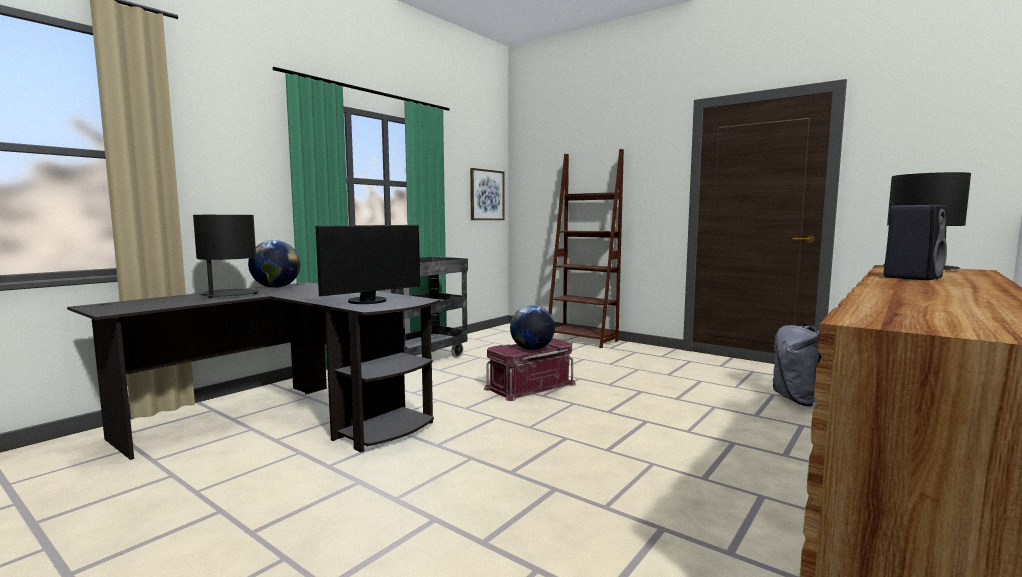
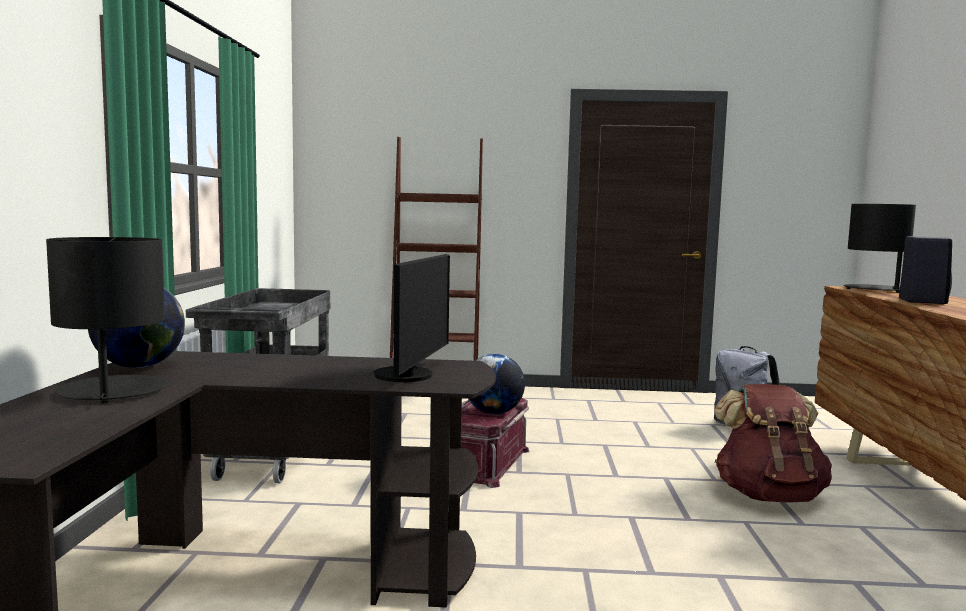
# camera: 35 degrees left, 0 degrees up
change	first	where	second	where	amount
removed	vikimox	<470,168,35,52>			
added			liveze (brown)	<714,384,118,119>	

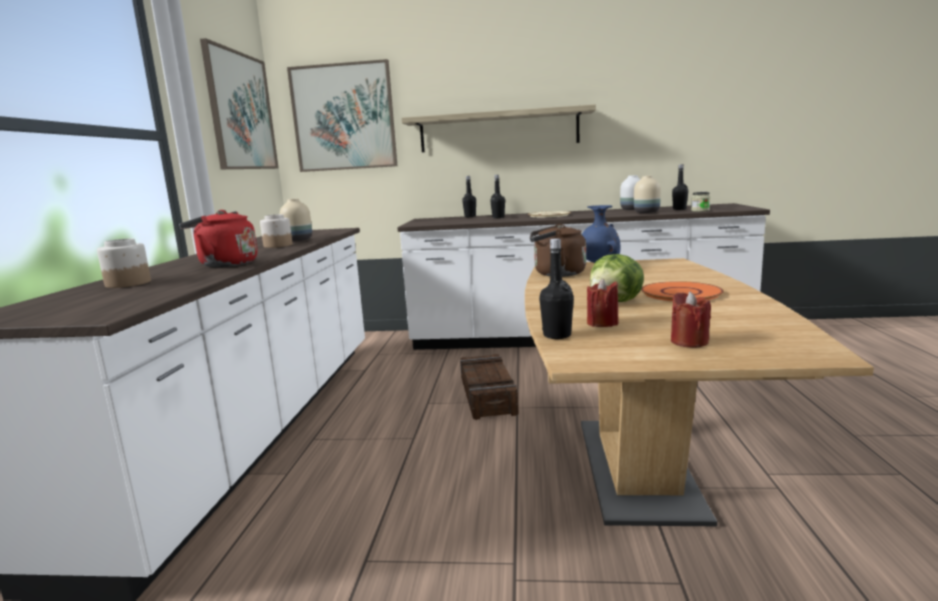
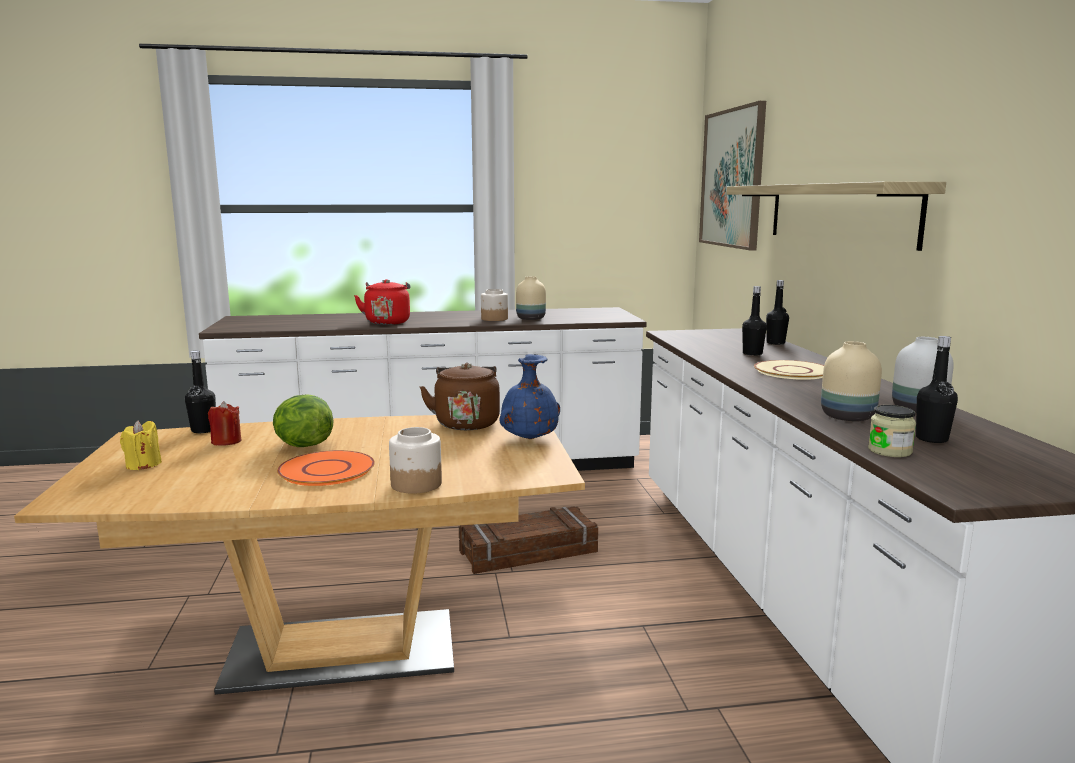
# camera: 75 degrees right, 0 degrees up
change	first	where	second	where	amount
removed	vikimox	<200,38,78,131>			
moved	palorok	<97,238,54,50>		<389,427,53,67>	
recoloured	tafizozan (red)	<671,291,40,56>	tafizozan (yellow)	<120,420,42,50>	

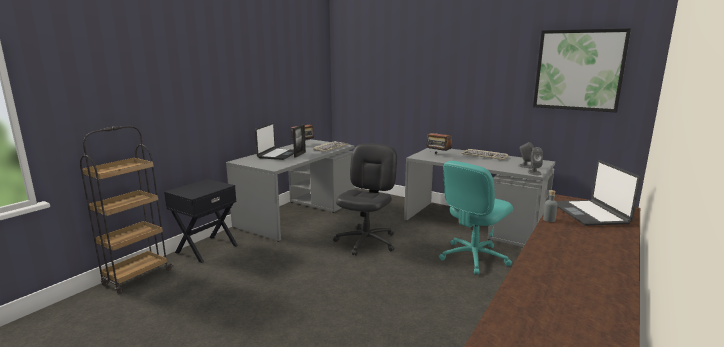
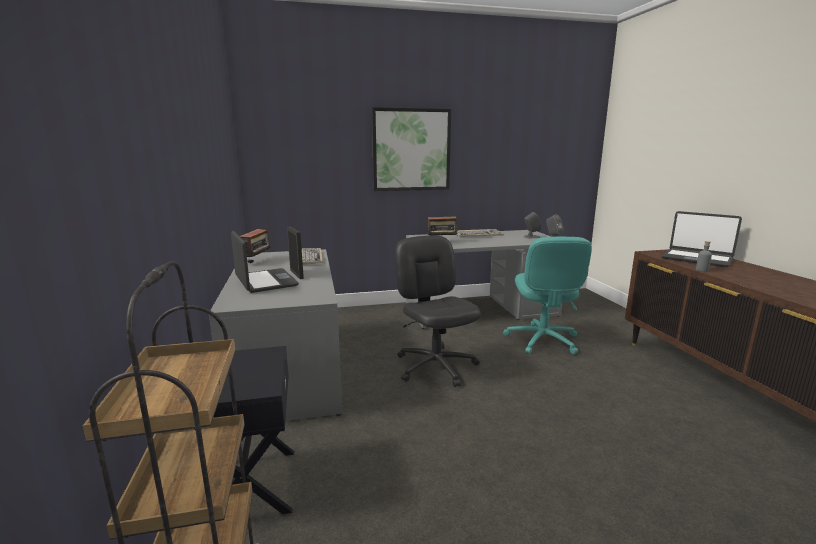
# camera: 45 degrees left, 0 degrees up
change	first	where	second	where	amount
moved	vikimox	<533,28,98,85>		<372,107,79,84>	

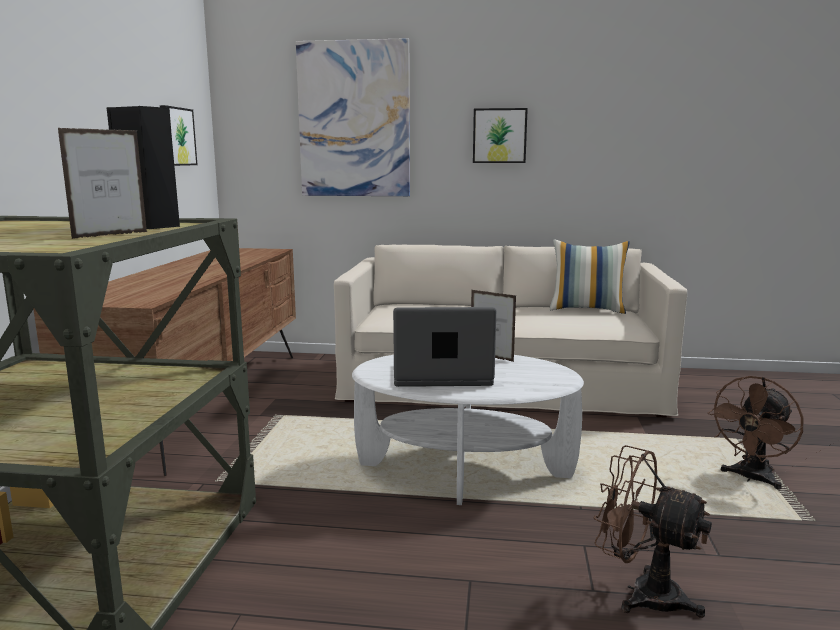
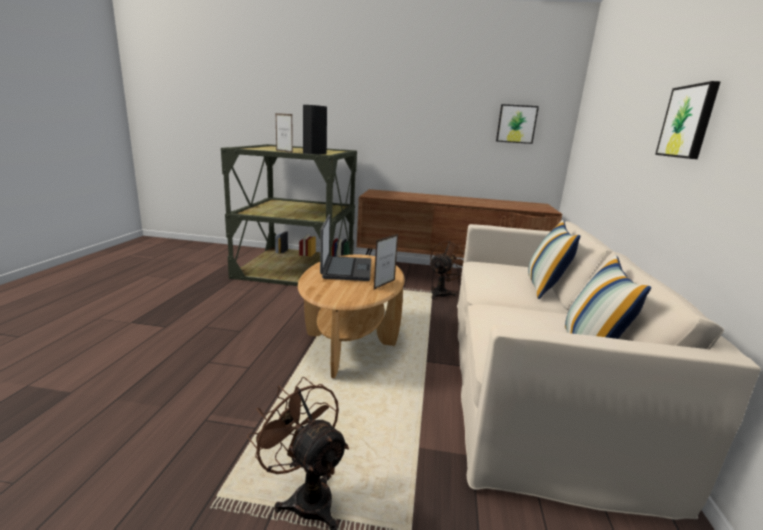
# camera: 90 degrees right, 5 degrees up
change	first	where	second	where	amount
removed	vikimox	<296,38,114,158>			
recoloured	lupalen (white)	<352,355,232,150>	lupalen (brown)	<298,255,107,124>	
moved	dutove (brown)	<594,445,118,173>		<429,240,35,59>	
added			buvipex	<528,220,52,79>	

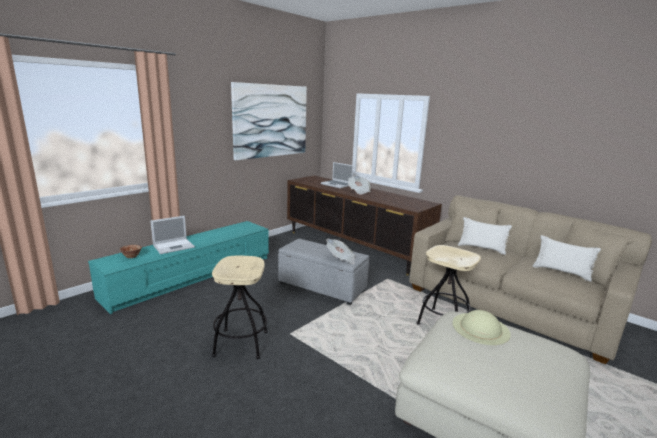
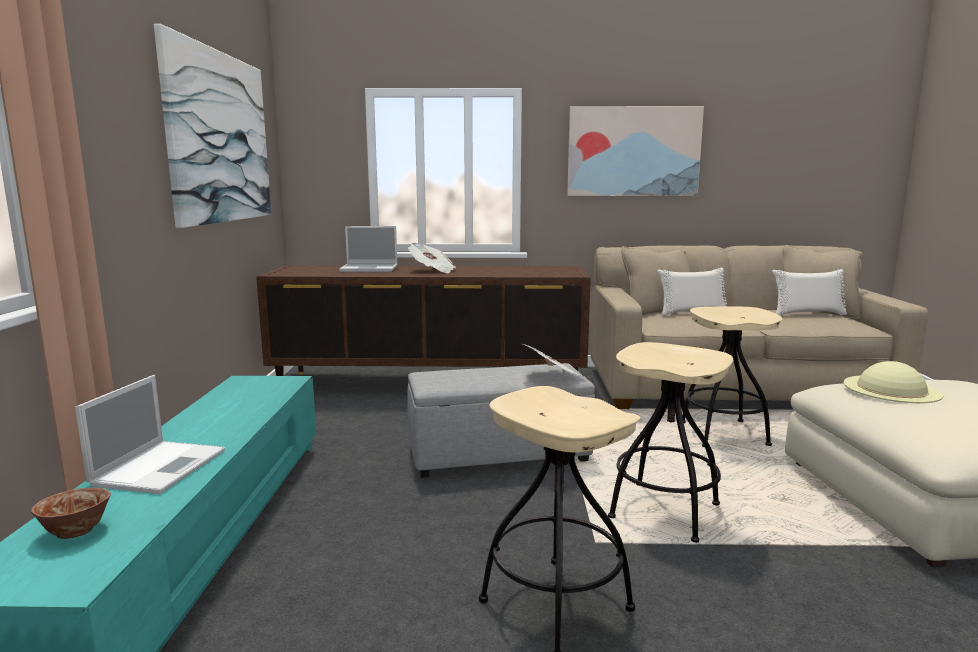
# camera: 40 degrees left, 5 degrees down
change	first	where	second	where	amount
added			vikimox	<567,106,137,90>	
added			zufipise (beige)	<608,342,125,201>	

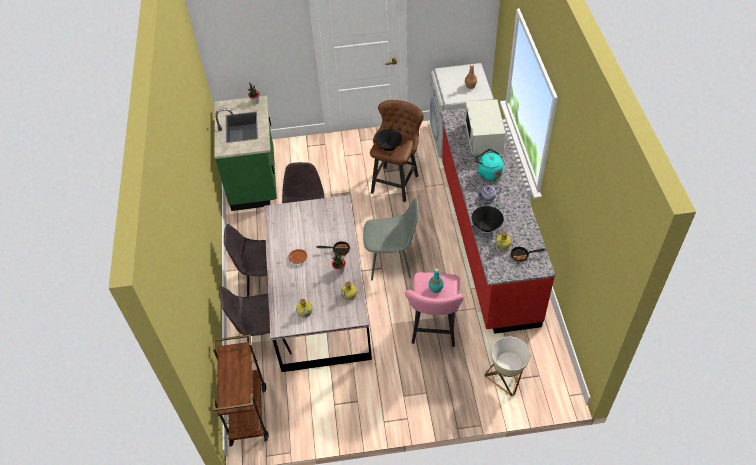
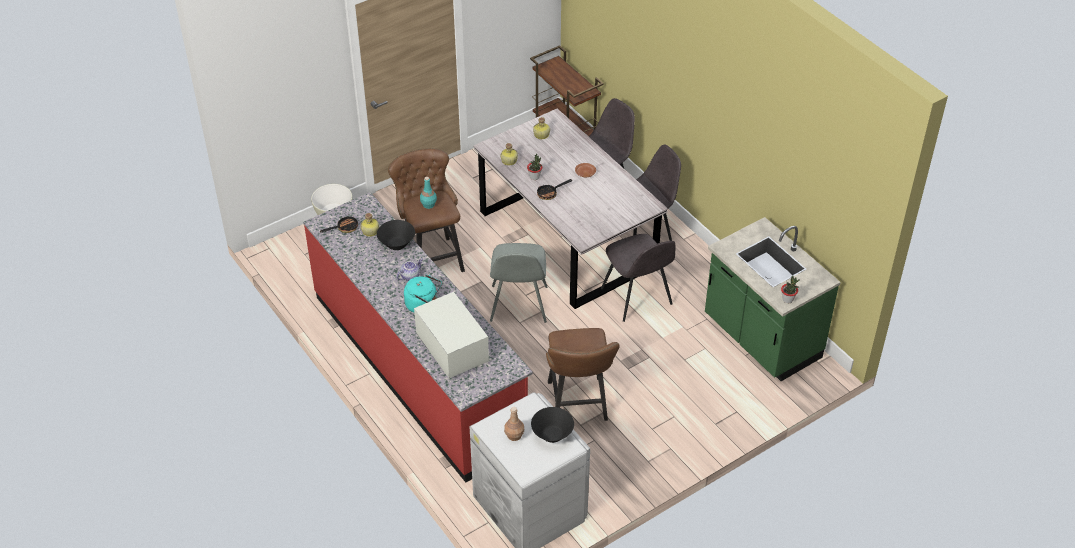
# camera: 150 degrees right, 5 degrees down
change	first	where	second	where	amount
moved	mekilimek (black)	<375,129,27,22>		<531,407,43,36>	
turned	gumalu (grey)	<363,198,55,82>		<490,243,57,80>	60 degrees counterclockwise
recoloured	zufipise (pink)	<405,272,59,75>	zufipise (brown)	<388,148,77,124>	

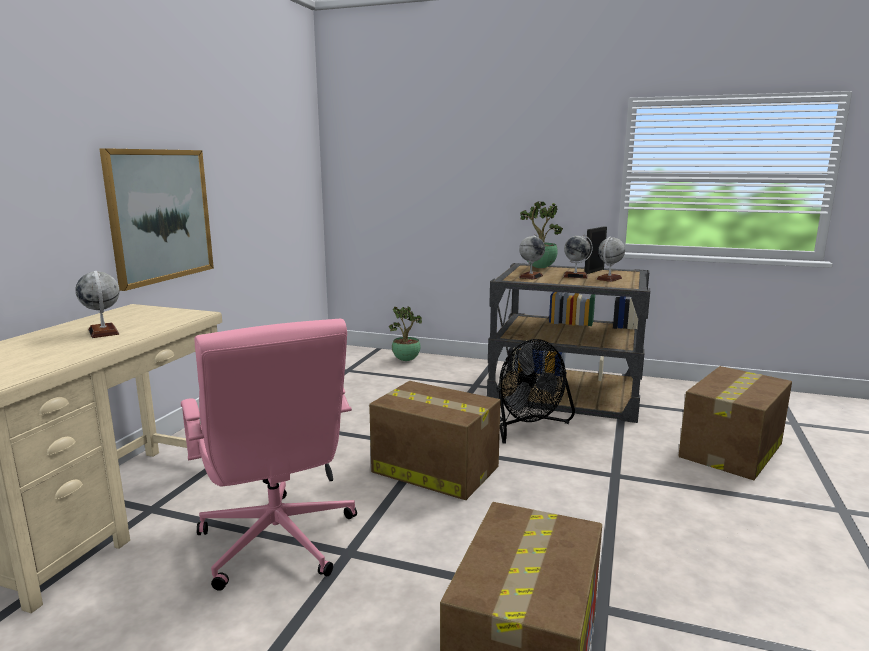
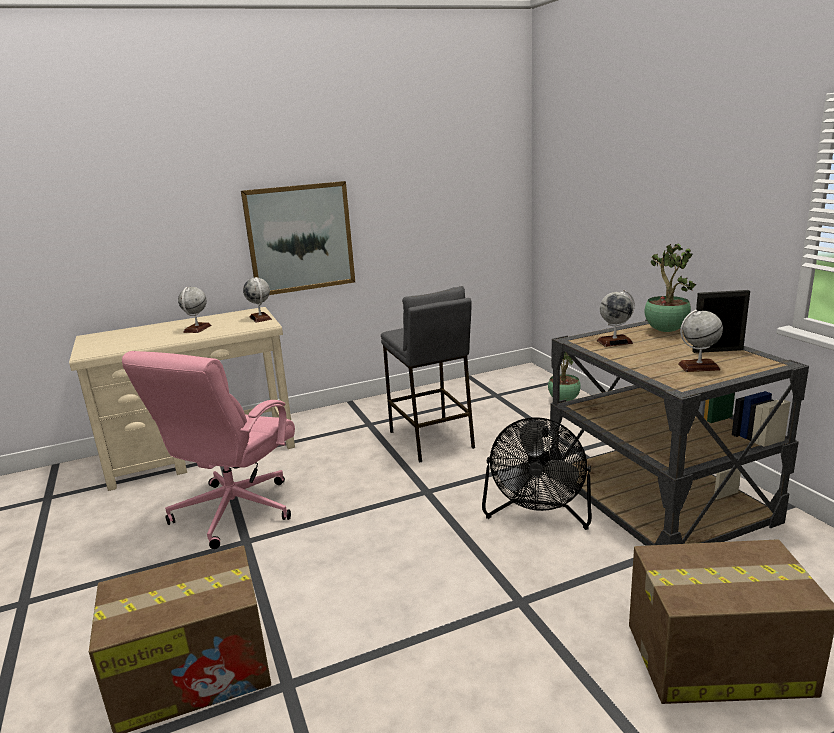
# camera: 50 degrees right, 5 degrees up
change	first	where	second	where	amount
moved	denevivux	<563,234,30,44>		<243,277,29,46>	
removed	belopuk	<369,381,132,119>			
added			zufipise (grey)	<381,286,94,176>	

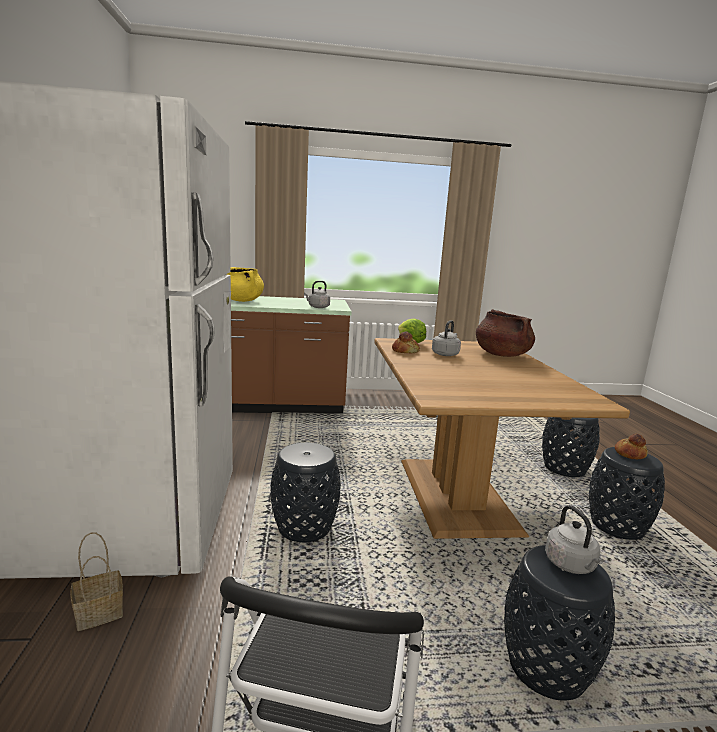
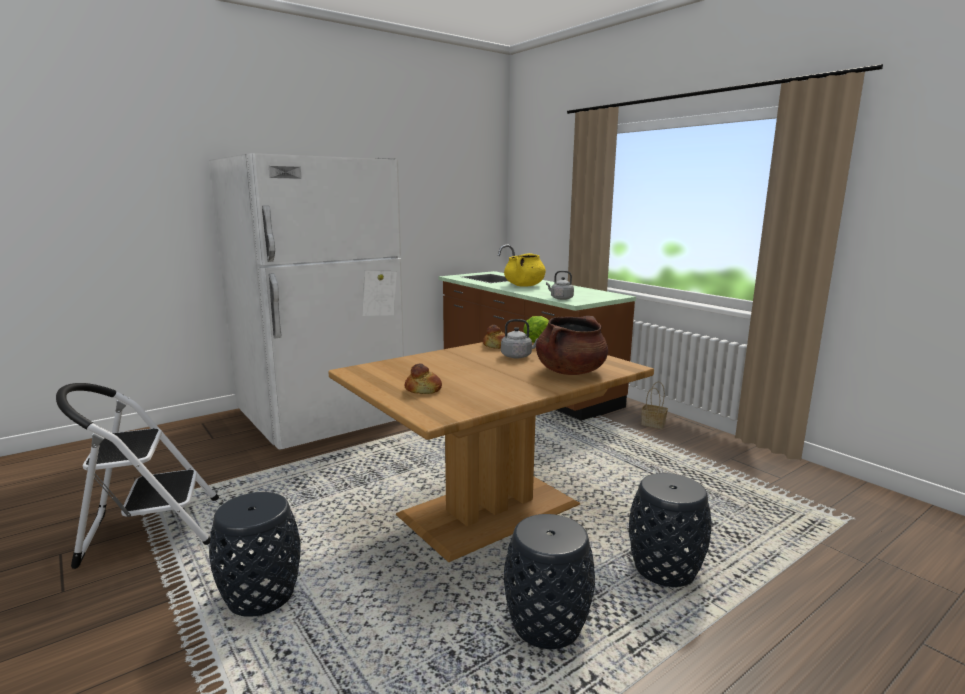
# camera: 60 degrees right, 0 degrees up
change	first	where	second	where	amount
moved	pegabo	<615,433,33,26>		<404,363,38,31>	
removed	zufipise (black)	<271,442,70,100>			
removed	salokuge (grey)	<545,505,59,69>			
moved	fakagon	<70,532,53,99>		<641,382,27,47>	

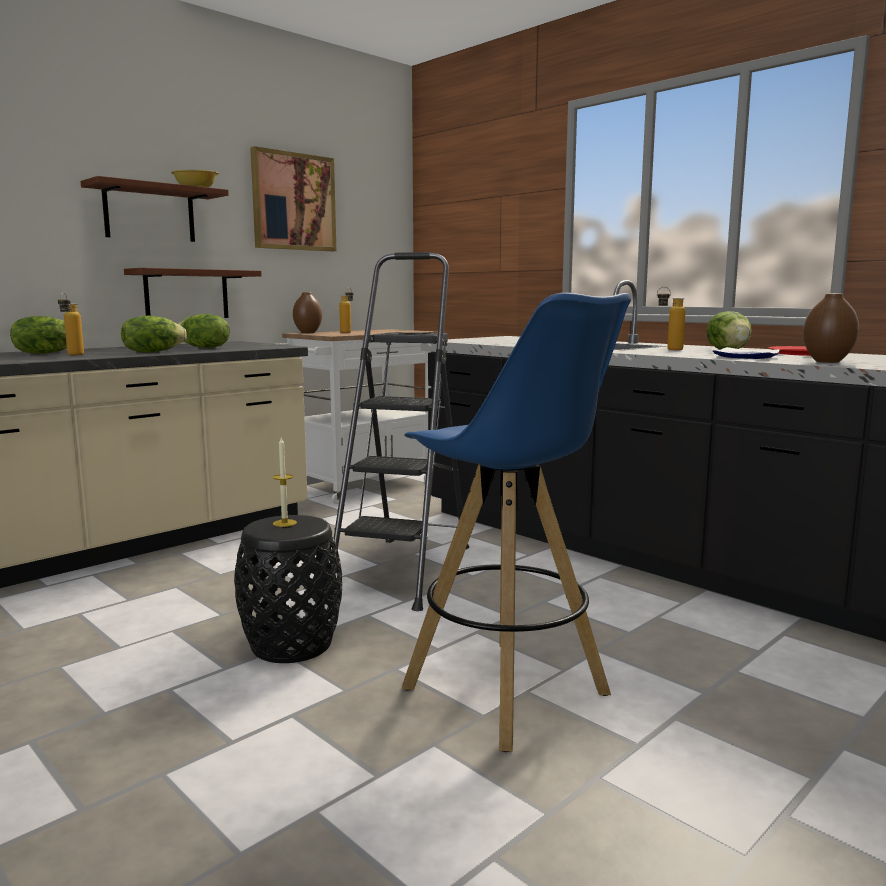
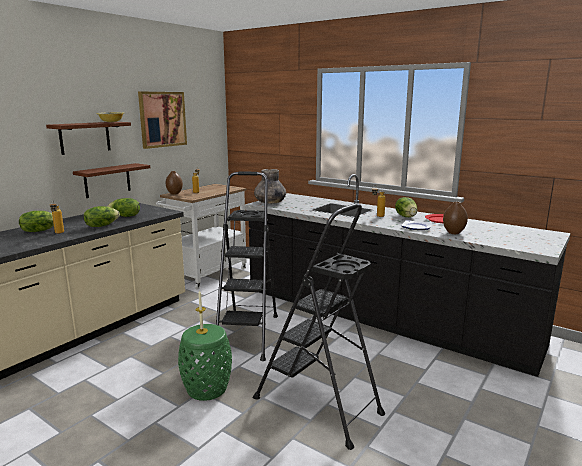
# camera: 10 degrees left, 5 degrees up
change	first	where	second	where	amount
replaced	zufipise (blue)	<402,293,229,459>	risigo	<253,203,132,247>	
recoloured	zufipise (black)	<234,515,108,148>	zufipise (green)	<178,324,54,77>	
added			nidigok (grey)	<254,169,32,35>	

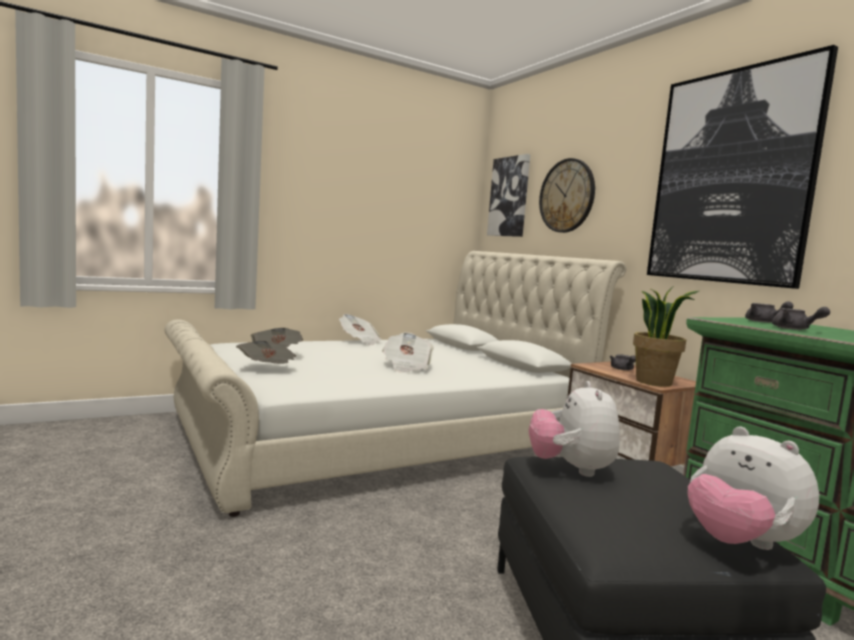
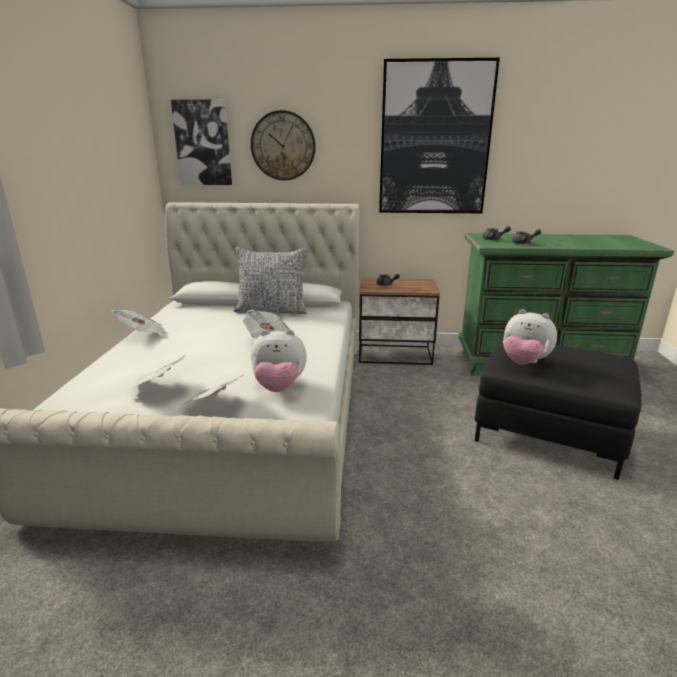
# camera: 55 degrees left, 15 degrees up
change	first	where	second	where	amount
removed	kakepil	<633,287,66,100>			
moved	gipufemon	<688,426,131,124>		<251,330,56,62>	
added			buvipex	<234,247,74,67>	

